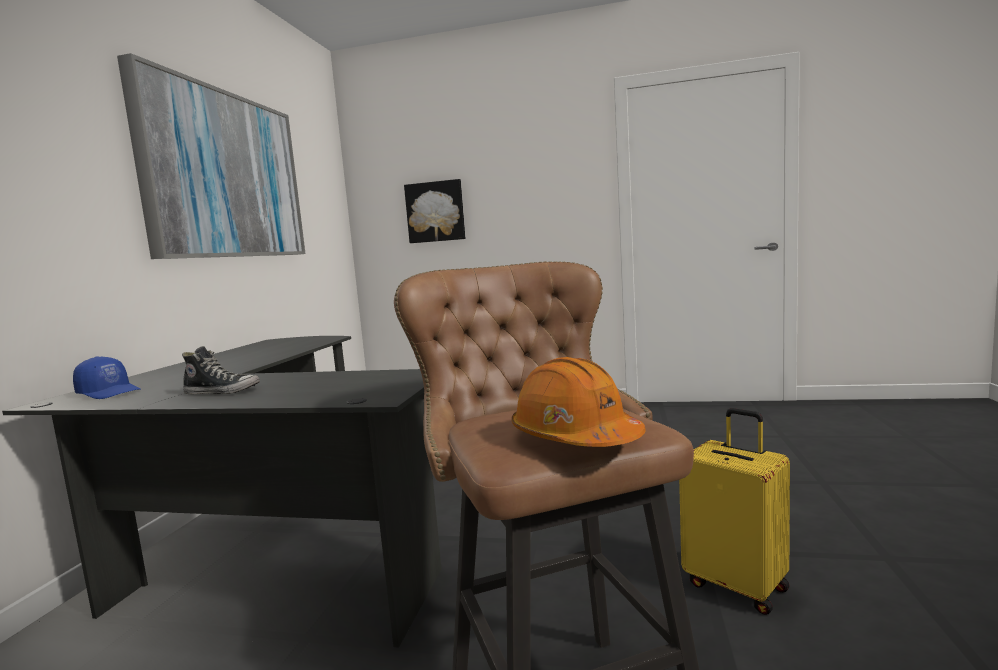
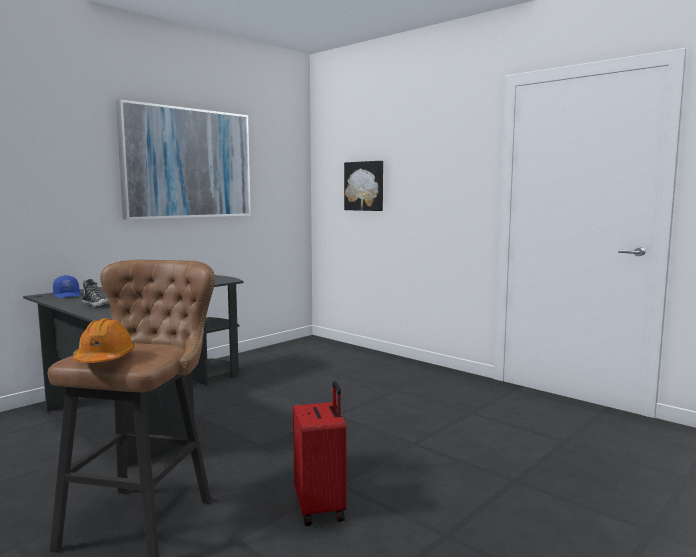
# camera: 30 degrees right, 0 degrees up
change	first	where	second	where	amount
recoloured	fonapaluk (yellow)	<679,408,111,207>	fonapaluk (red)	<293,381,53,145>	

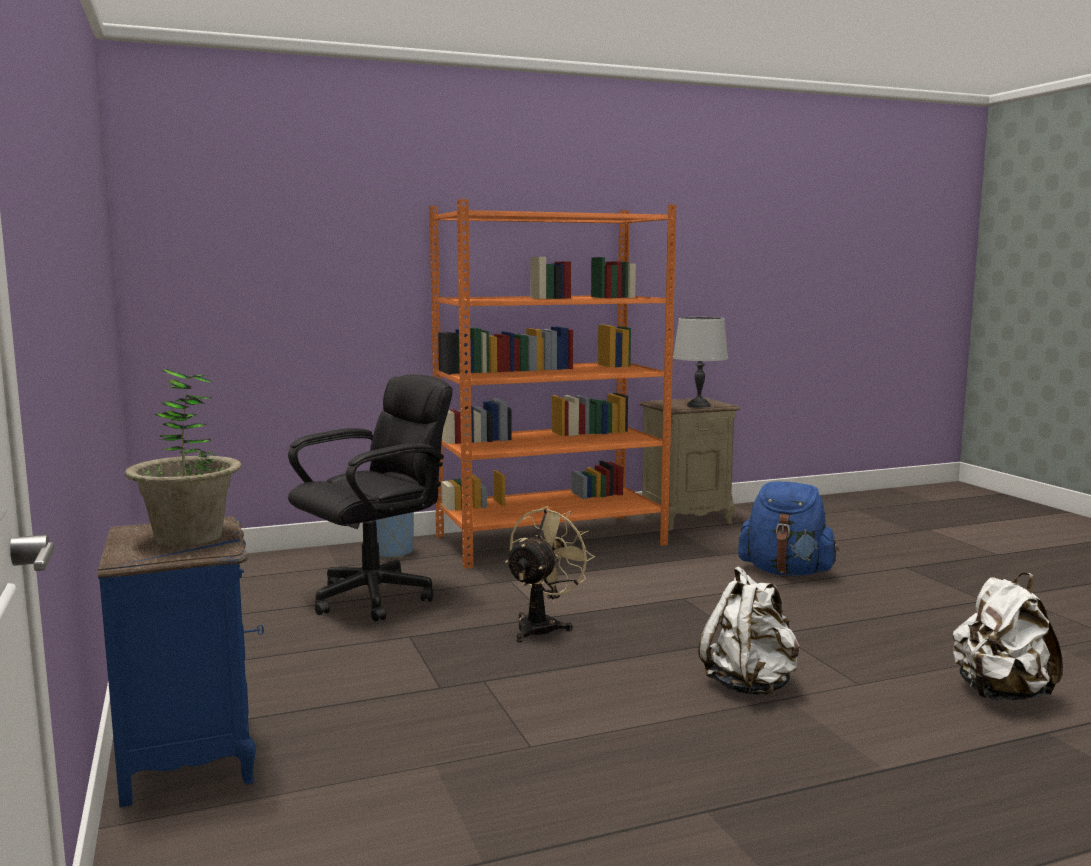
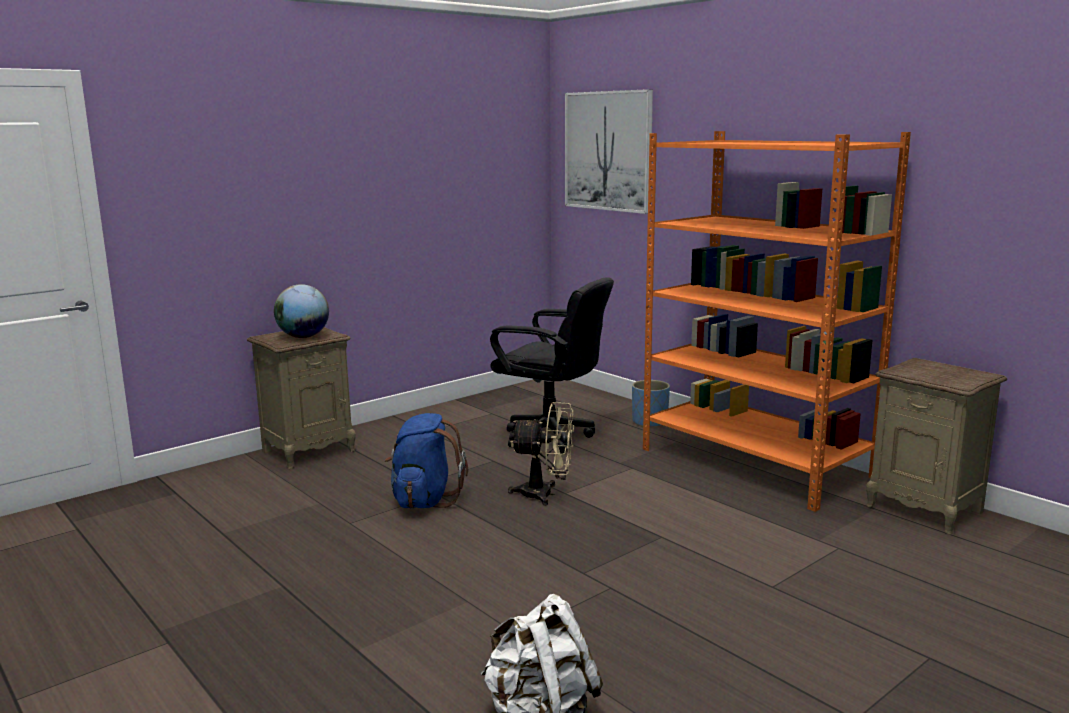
# camera: 70 degrees right, 5 degrees up
change	first	where	second	where	amount
removed	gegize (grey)	<673,317,55,91>			
replaced	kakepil	<125,369,117,177>	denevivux	<274,284,55,54>	
moved	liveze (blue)	<738,481,101,94>		<385,413,83,95>	
recoloured	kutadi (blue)	<98,517,166,290>	kutadi (beige)	<247,327,109,142>	
removed	liveze (white)	<698,566,102,129>			
added			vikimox	<565,89,88,125>	

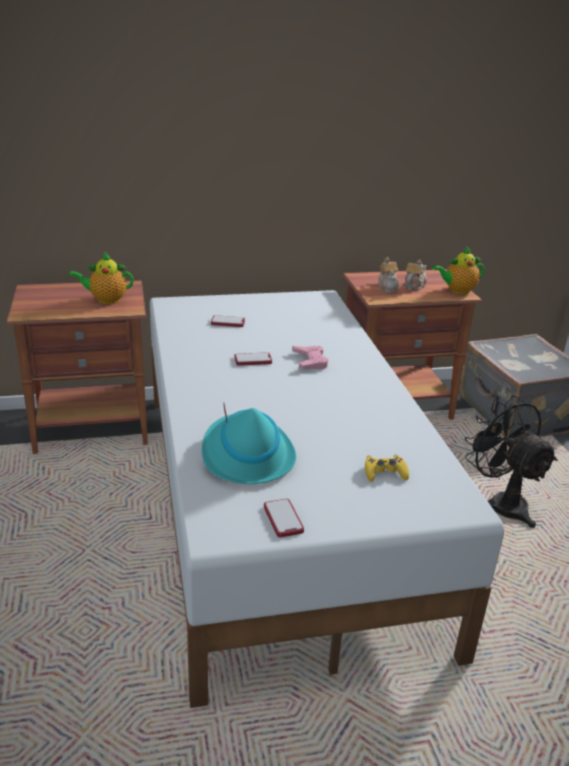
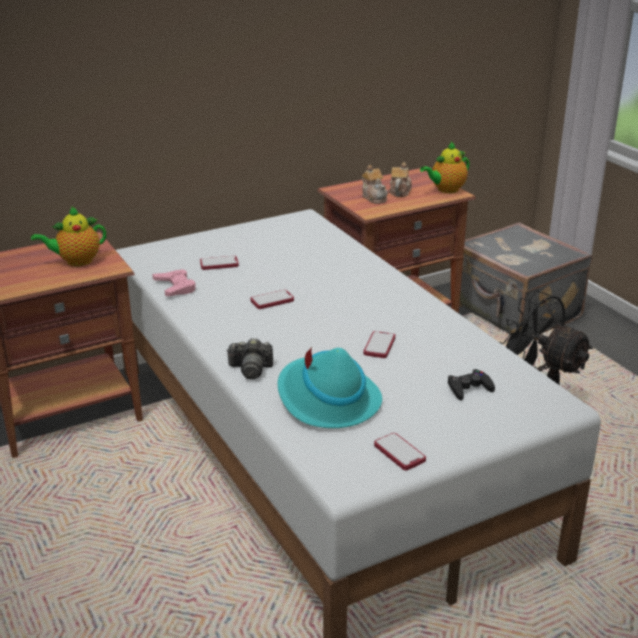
# camera: 15 degrees left, 0 degrees up
change	first	where	second	where	amount
moved	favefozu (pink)	<292,346,37,23>		<152,269,44,27>	
recoloured	favefozu (yellow)	<365,455,44,27>	favefozu (black)	<448,369,47,31>	
added			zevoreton	<363,331,32,27>	
added			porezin	<226,338,47,42>	

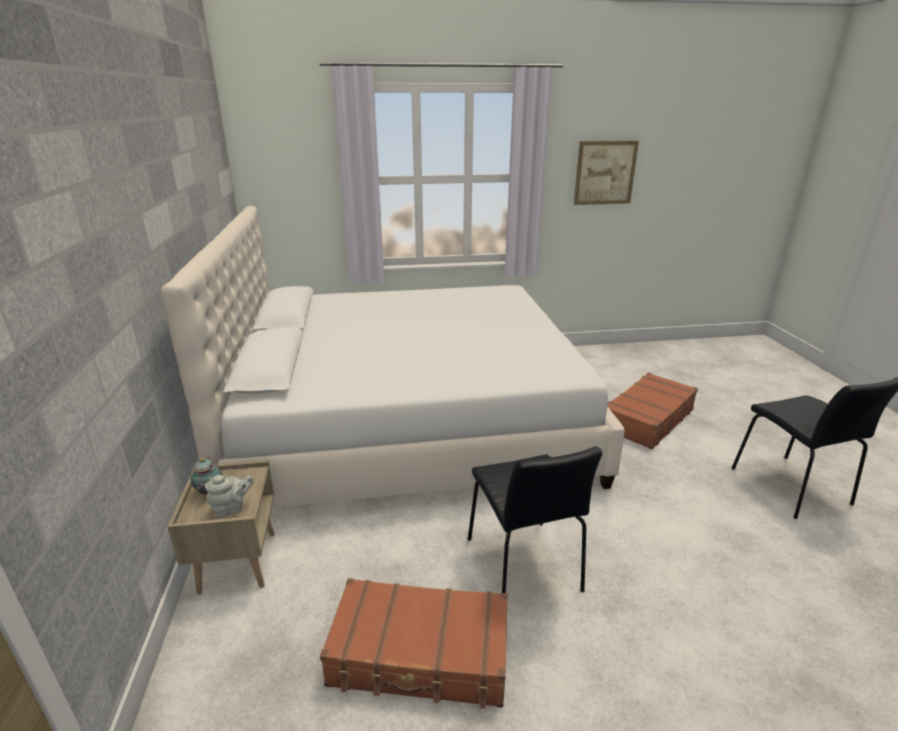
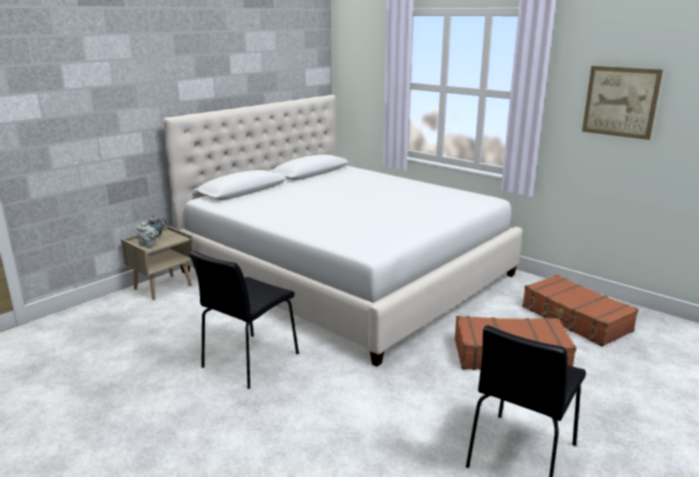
# camera: 50 degrees right, 5 degrees down
change	first	where	second	where	amount
moved	fonapaluk (brown)	<320,578,188,131>		<522,275,117,72>	

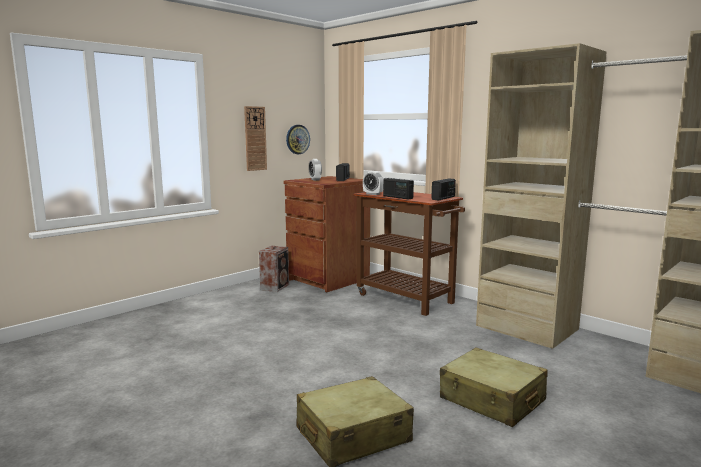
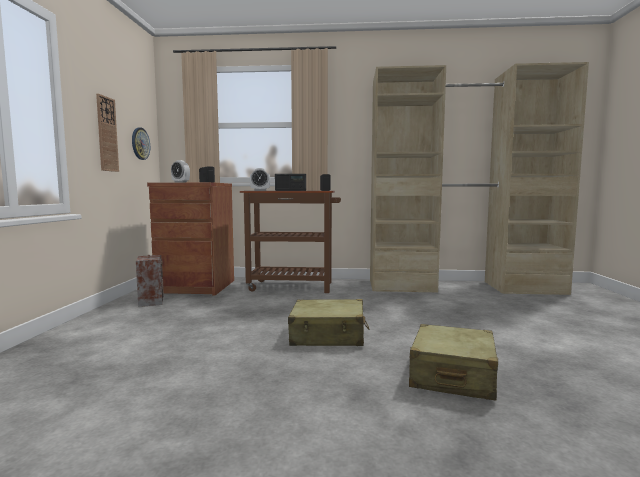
# camera: 40 degrees left, 5 degrees down
change	first	where	second	where	amount
moved	fonapaluk (beige)	<440,347,108,80>		<288,299,81,47>	

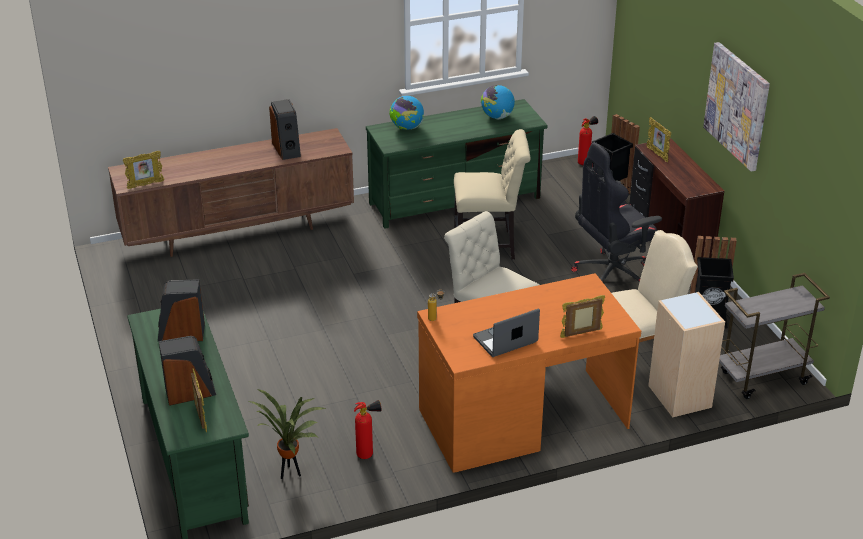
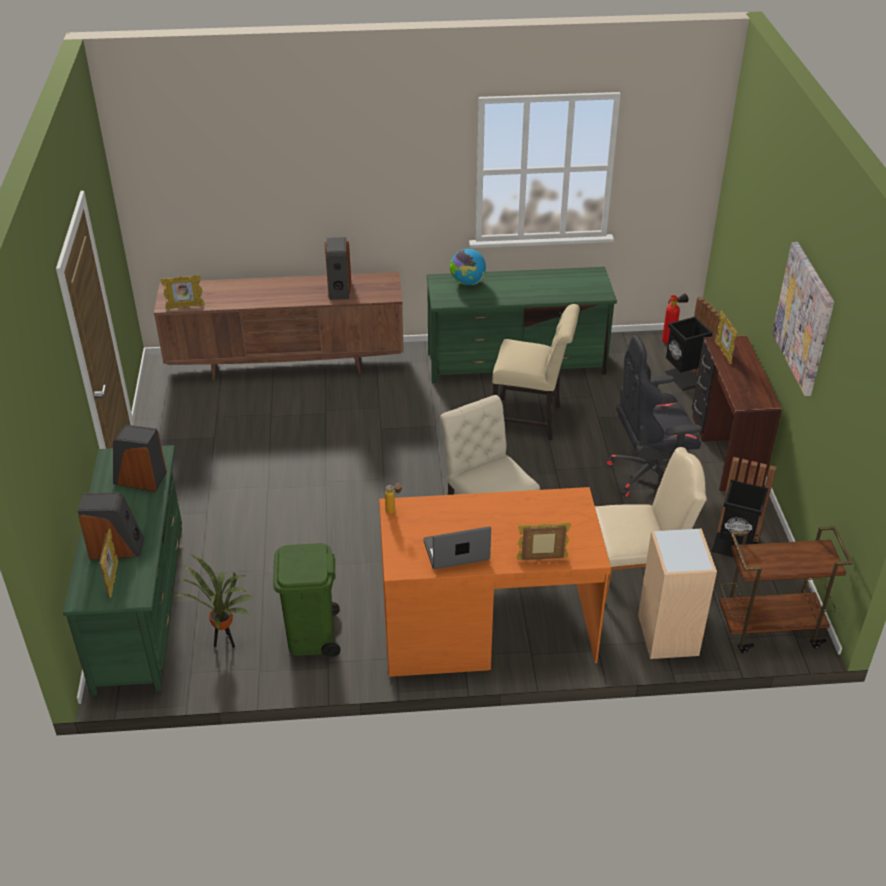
# camera: 15 degrees right, 5 degrees up
change	first	where	second	where	amount
removed	denevivux	<481,85,34,35>			
recoloured	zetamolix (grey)	<719,273,111,126>	zetamolix (brown)	<719,526,134,127>	
replaced	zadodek	<354,400,28,59>	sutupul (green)	<273,543,67,114>	

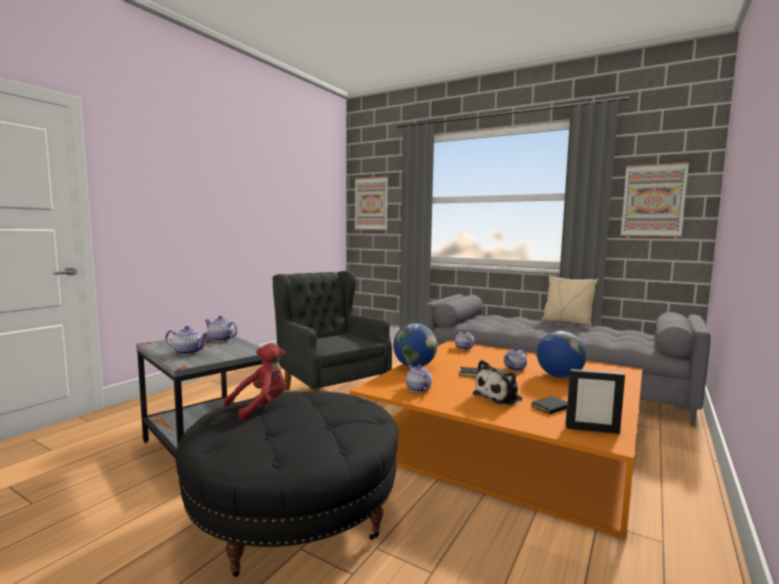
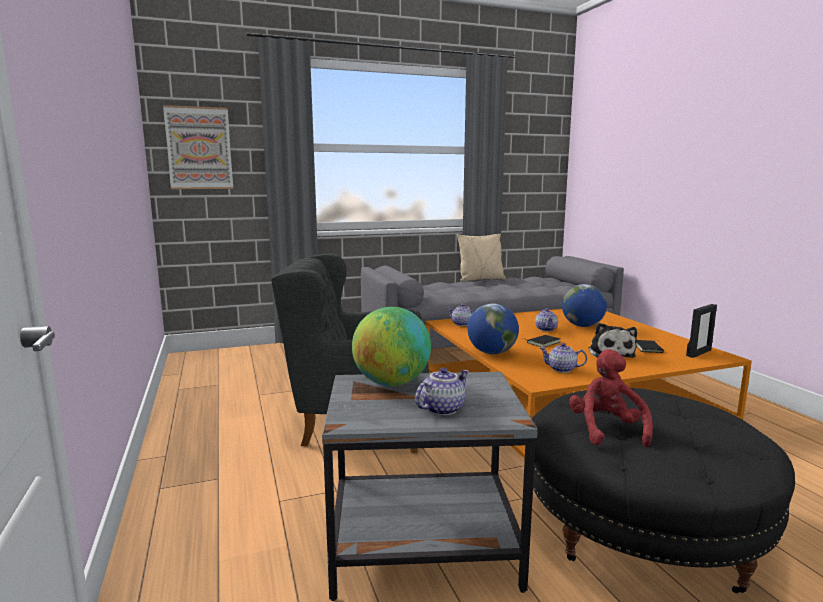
# camera: 50 degrees left, 5 degrees up
change	first	where	second	where	amount
removed	vikimox	<621,162,68,75>			
replaced	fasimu	<205,316,33,26>	denevivux	<352,307,79,79>	

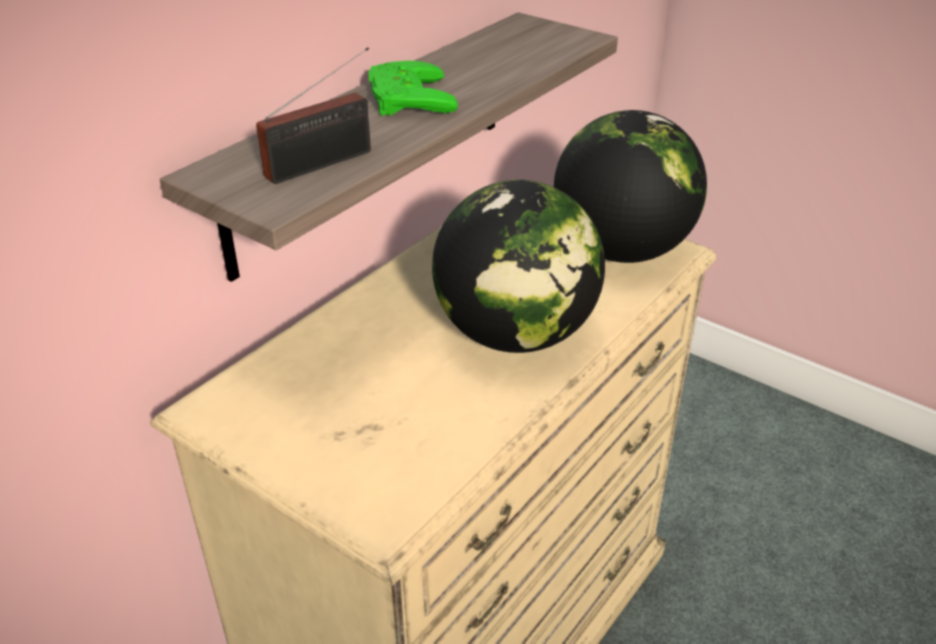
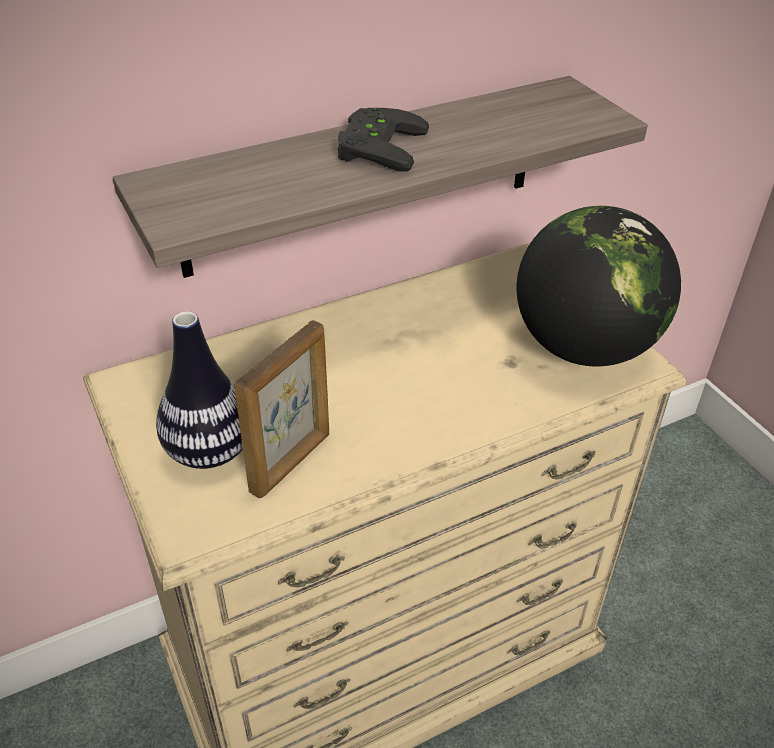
# camera: 25 degrees right, 5 degrees up
change	first	where	second	where	amount
removed	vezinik	<256,47,115,137>			
recoloured	favefozu (green)	<368,61,90,55>	favefozu (black)	<338,107,91,65>	
removed	denevivux	<432,180,173,173>			
added			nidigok	<156,312,87,157>	
added			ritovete	<234,320,95,178>	

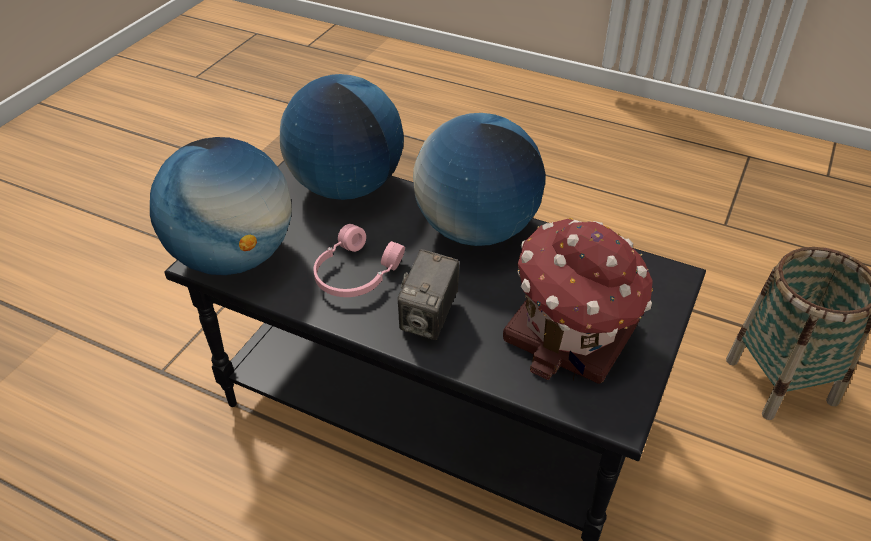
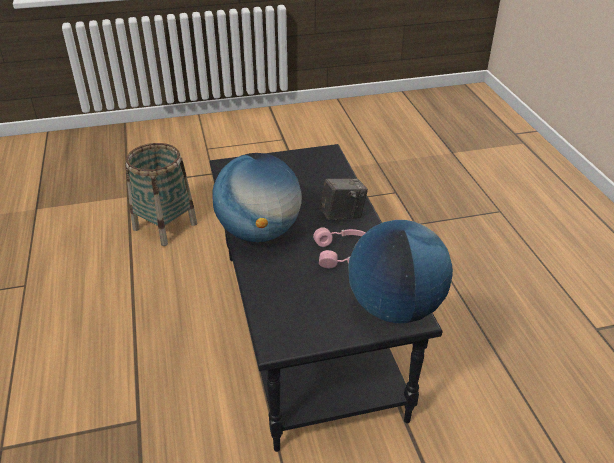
# camera: 130 degrees left, 5 degrees down
change	first	where	second	where	amount
removed	denevivux	<280,74,124,126>			
removed	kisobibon	<503,218,150,166>			

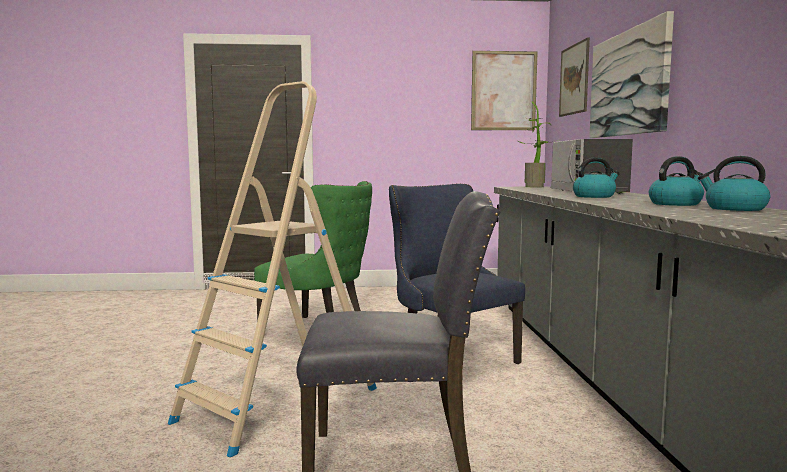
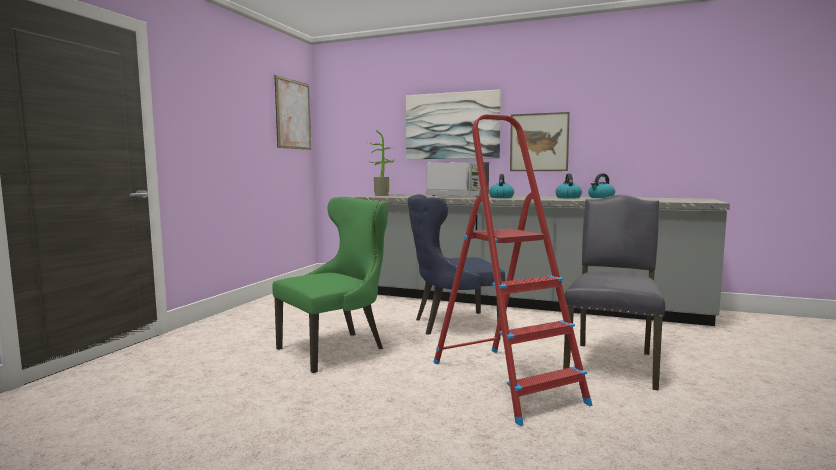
# camera: 65 degrees left, 0 degrees up
change	first	where	second	where	amount
moved	vikimox	<559,37,31,80>		<510,112,60,59>	
recoloured	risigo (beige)	<168,81,209,376>	risigo (red)	<434,114,158,312>	

